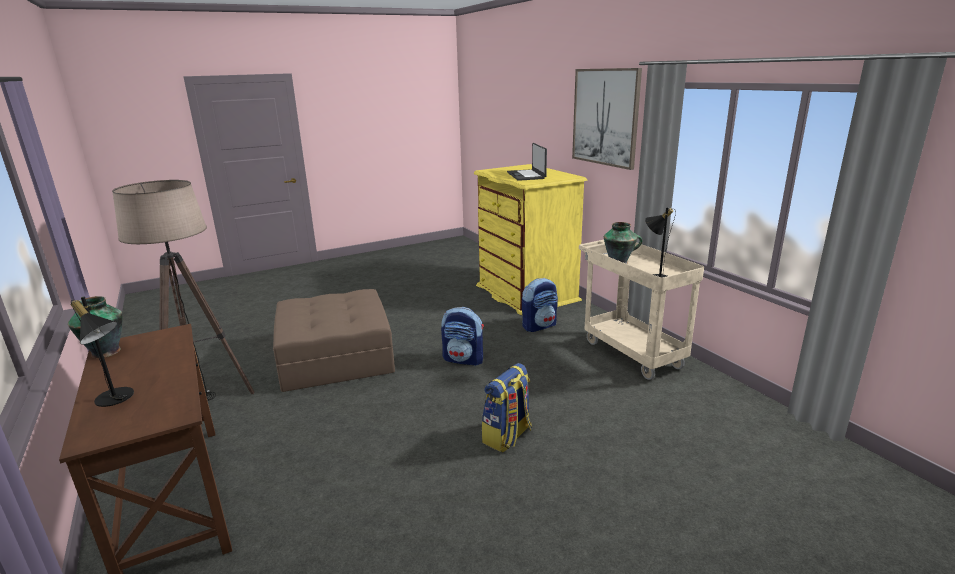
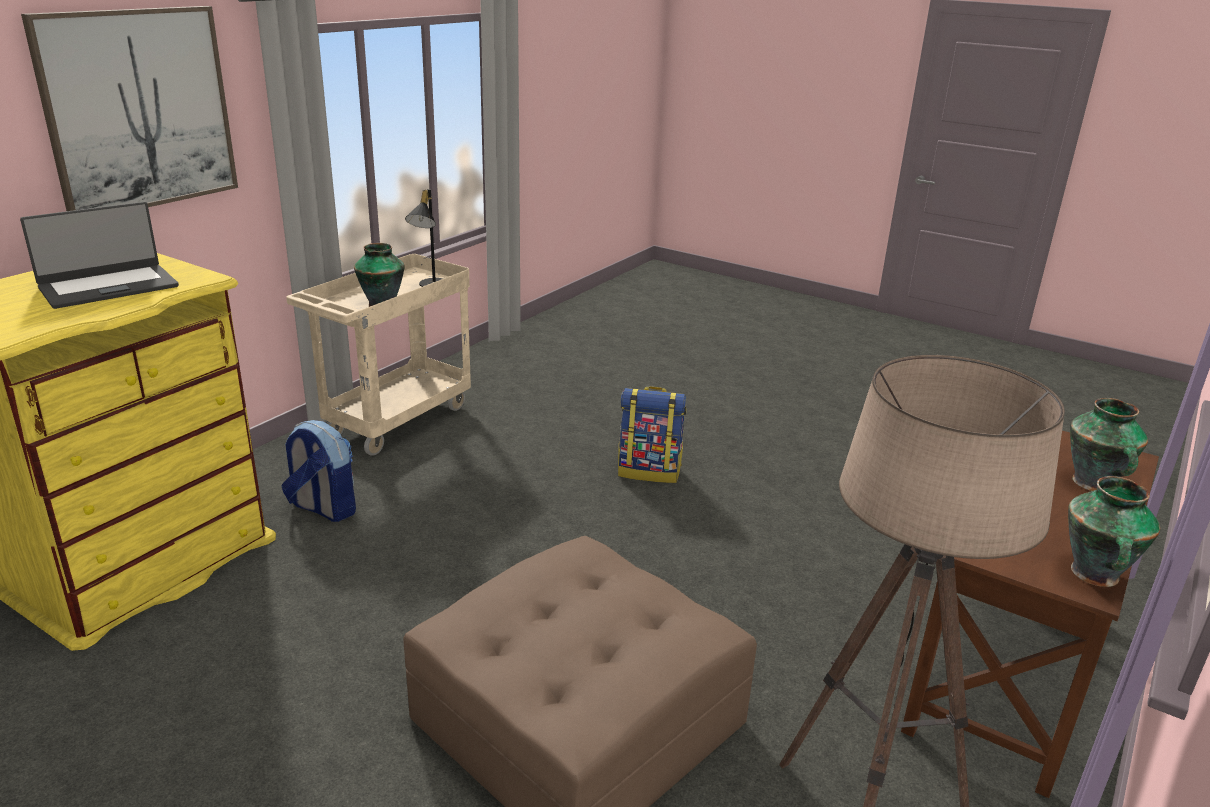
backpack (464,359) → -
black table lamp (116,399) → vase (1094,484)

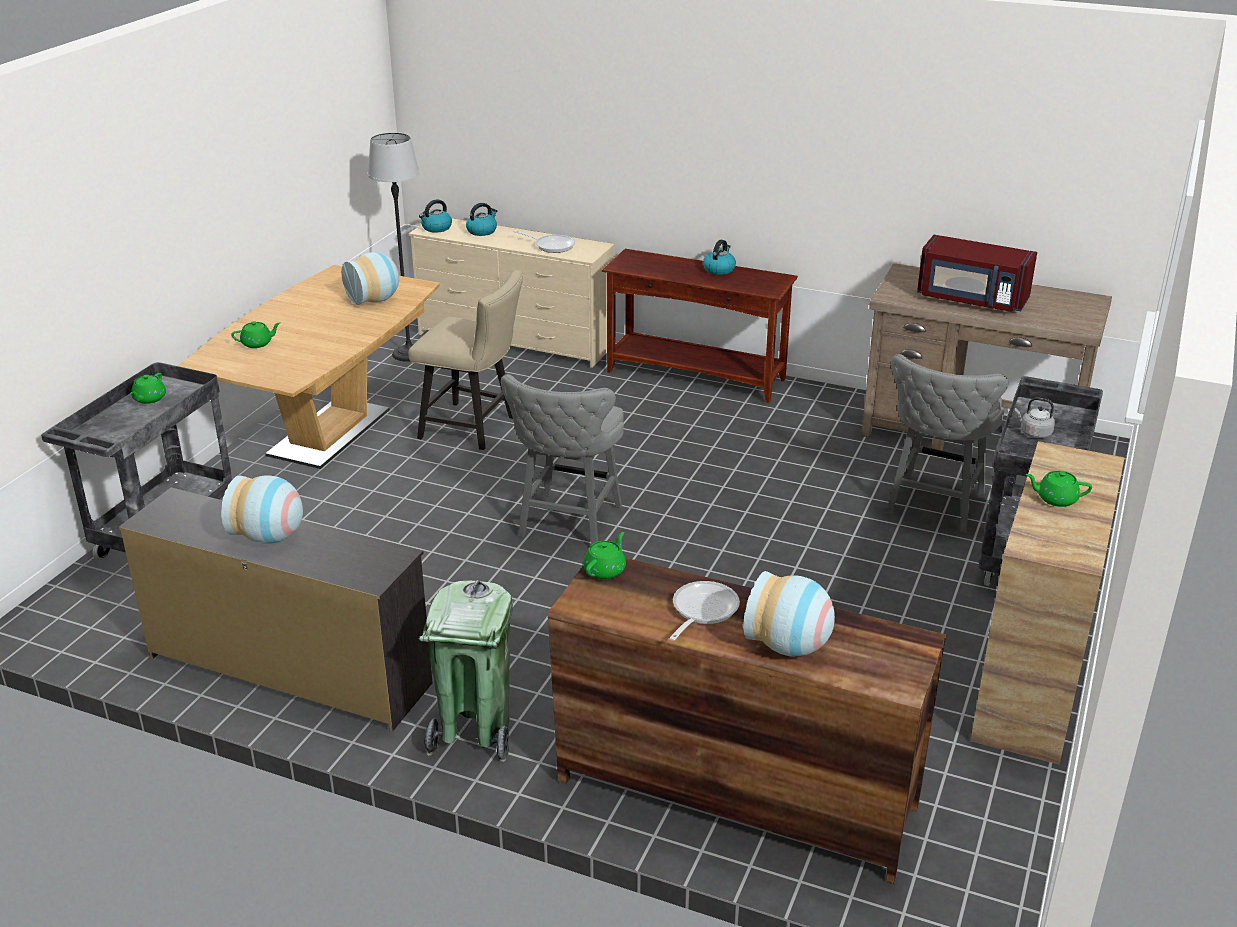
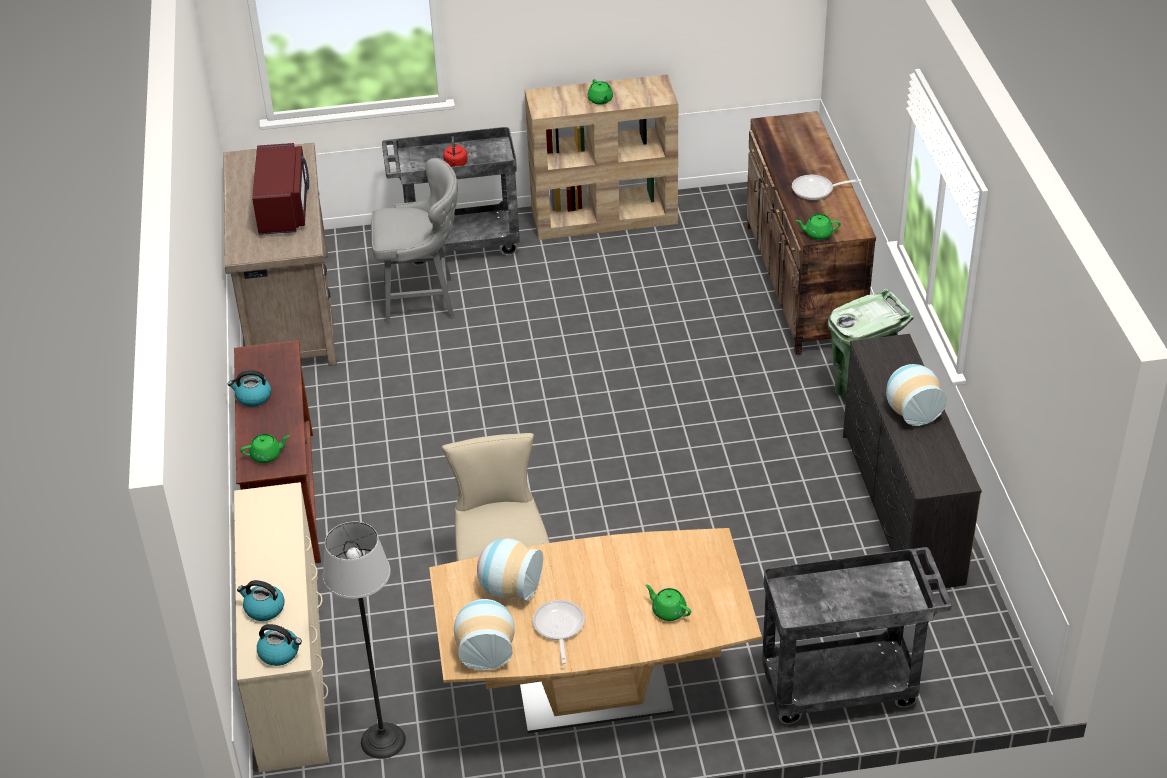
grey stool (568,524) → -
green teapot (149,399) → green teapot (266,455), move
frying pan (551,246) → frying pan (558,628), move
vase (789,646) → vase (486,650), move
grey kettle (1033,433) → red kettle (456,164)

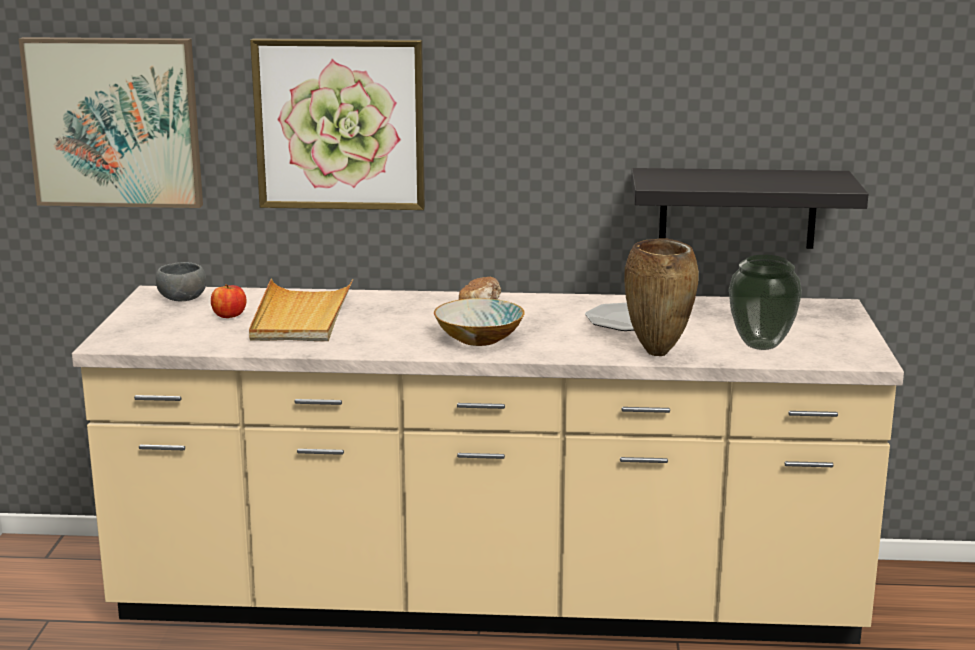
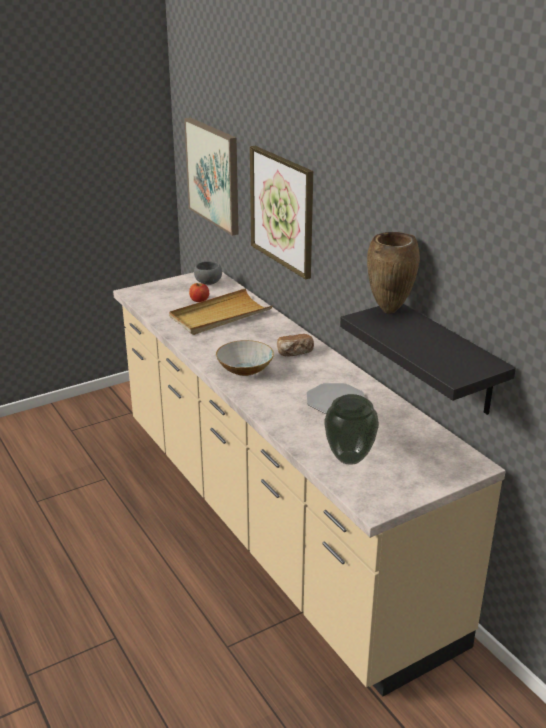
brown vase (659,353) → brown vase (389,311), move

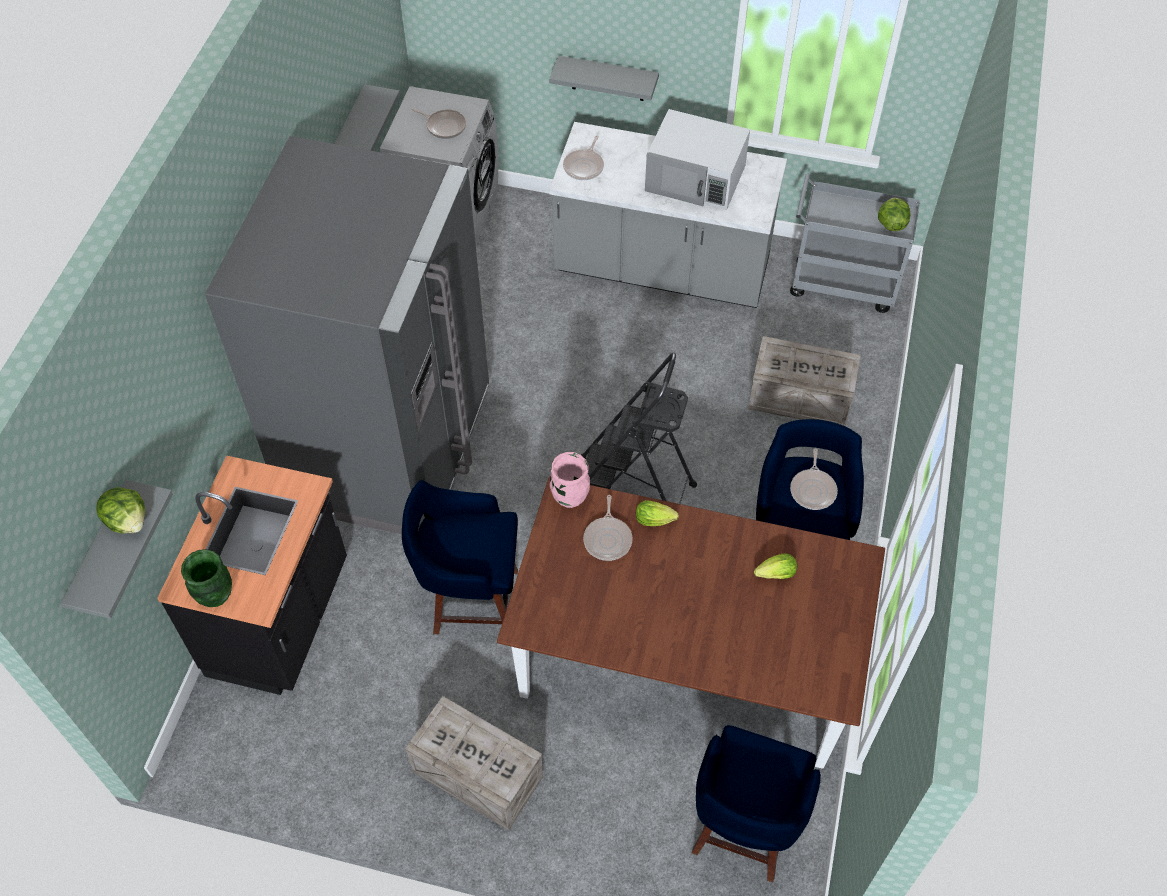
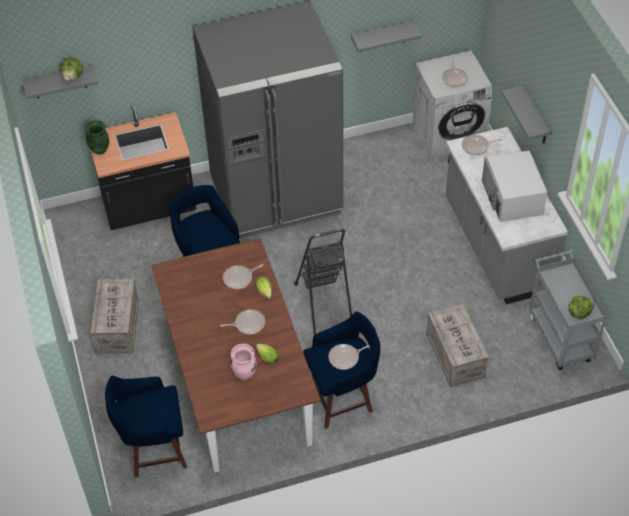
- → frying pan (248,324)
pink vase (569,497) → pink vase (245,373), move

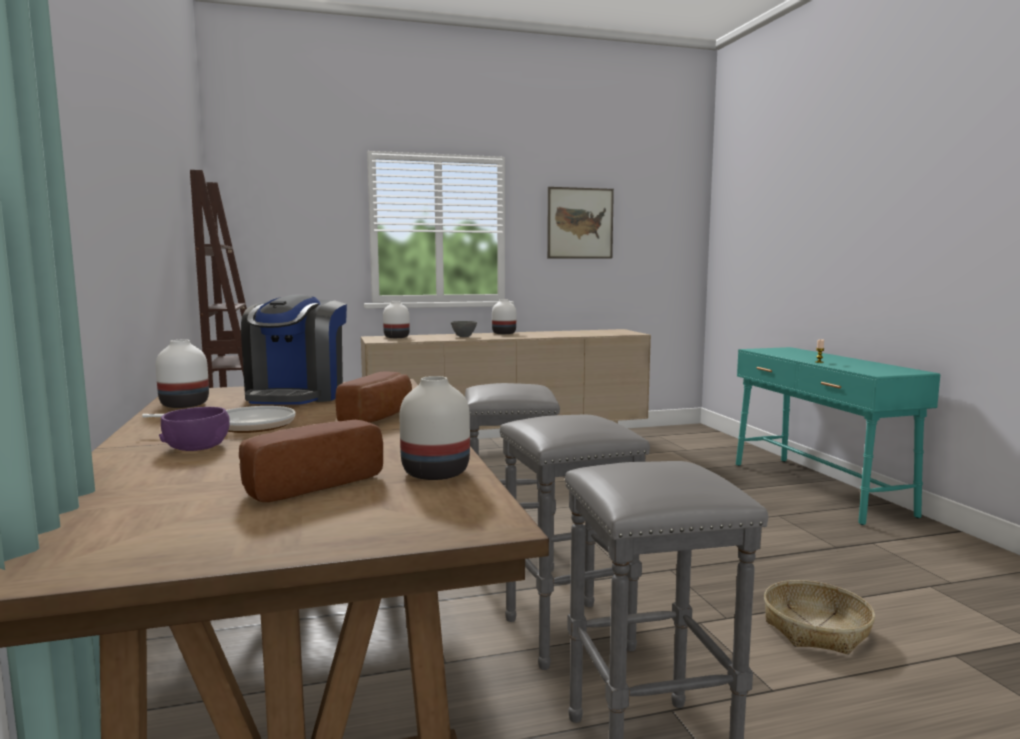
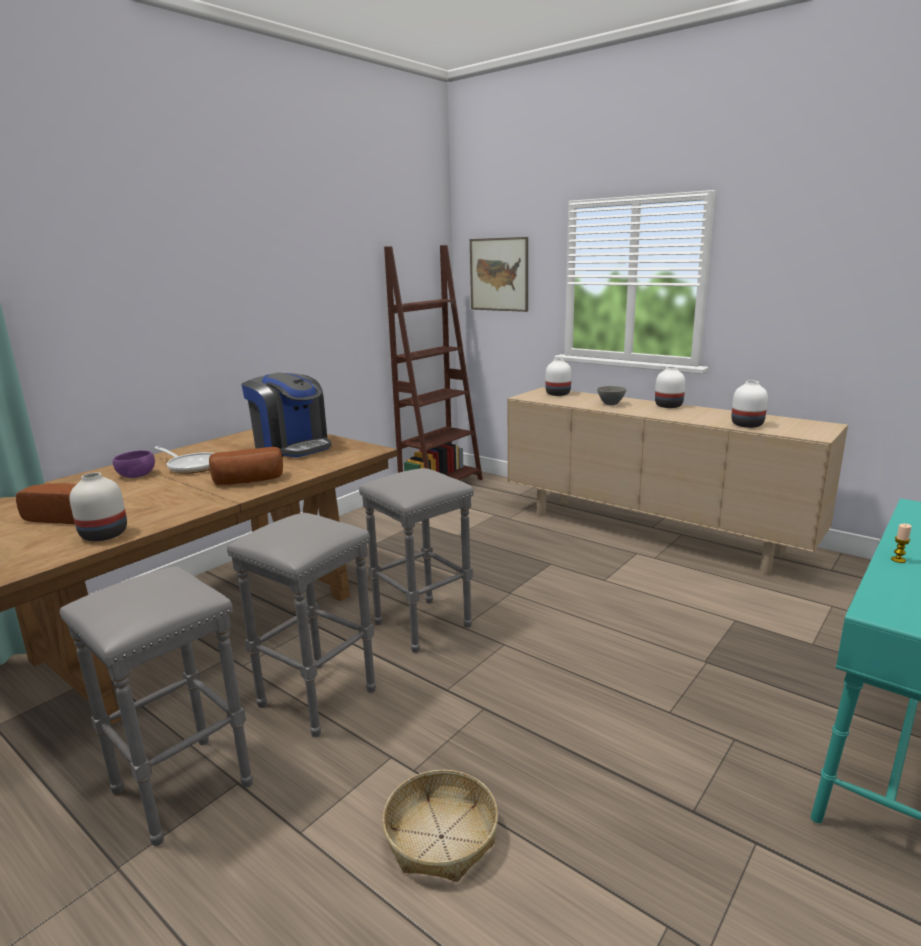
white vase (185,404) → white vase (747,424), move
picture (580,223) → picture (499,274), move
coffee machine (297,395) → coffee machine (292,447), 105 degrees counterclockwise

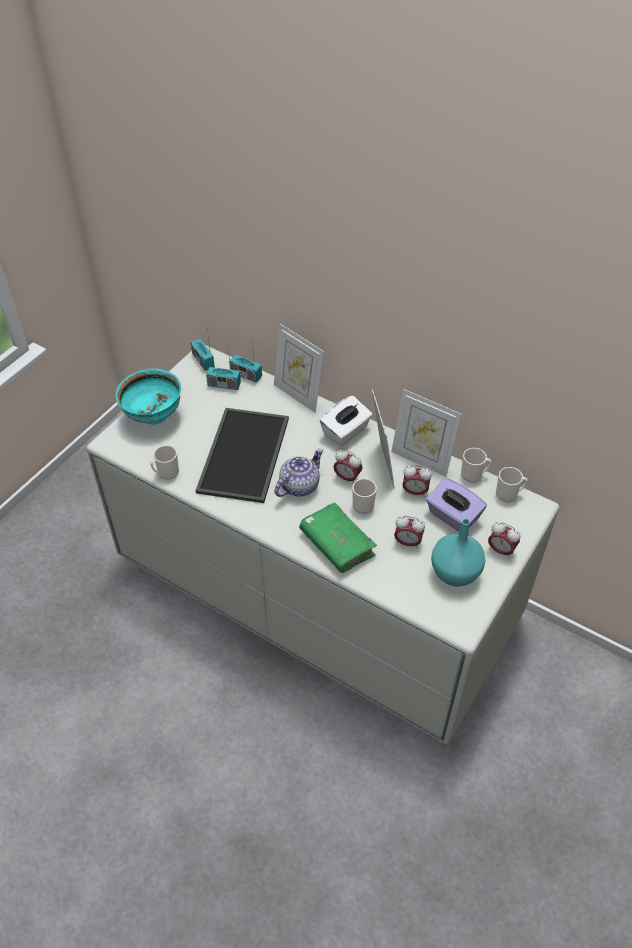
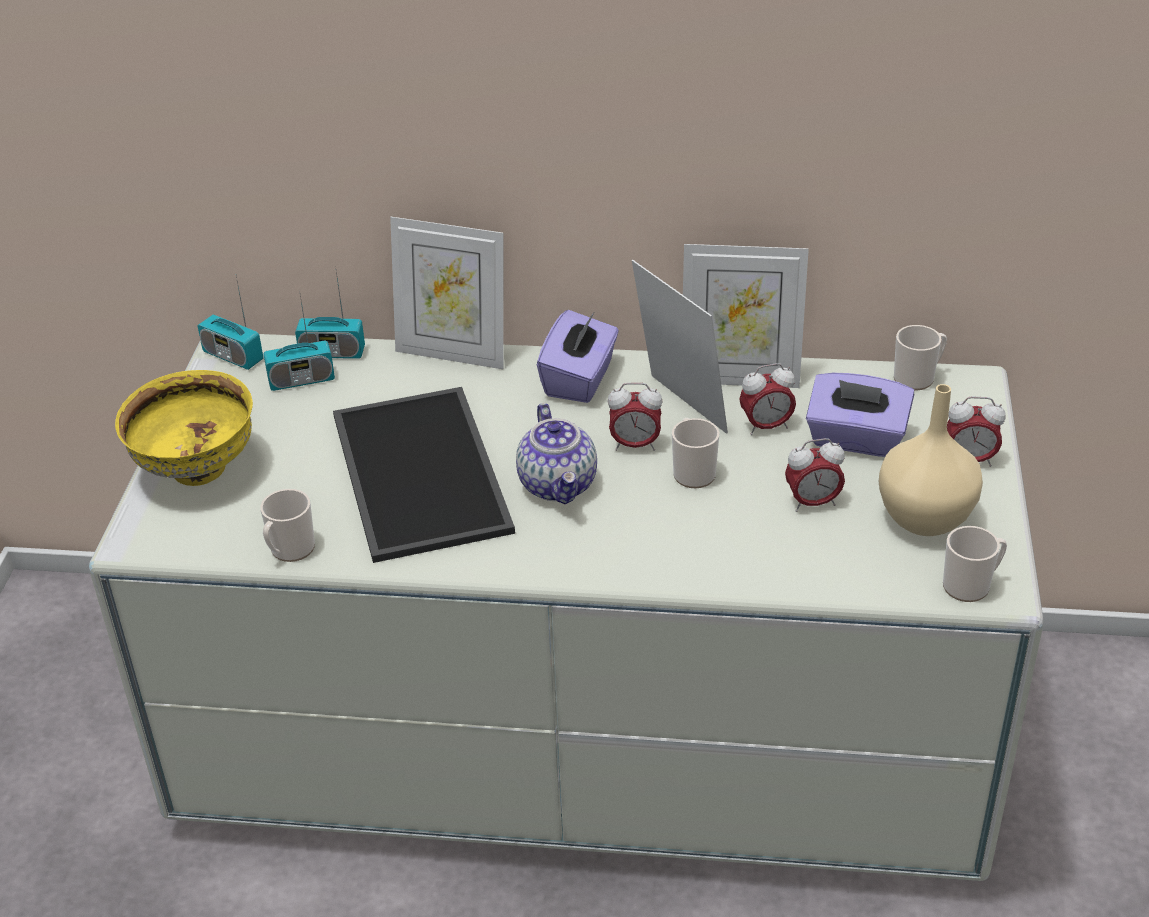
green book (337,544) → -
mug (474,474) → mug (971,585), move
turquoise bowl (154,417) → yellow bowl (199,471)
white tissue box (346,432) → purple tissue box (580,379)
turquoise vase (454,573) → beige vase (923,519)
teapot (299,485) → teapot (559,485), 150 degrees clockwise

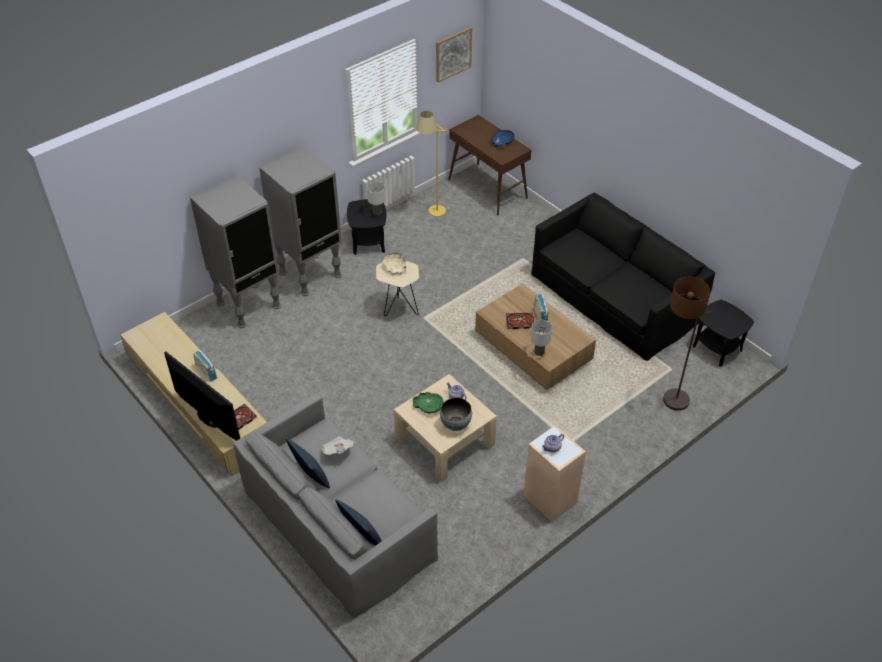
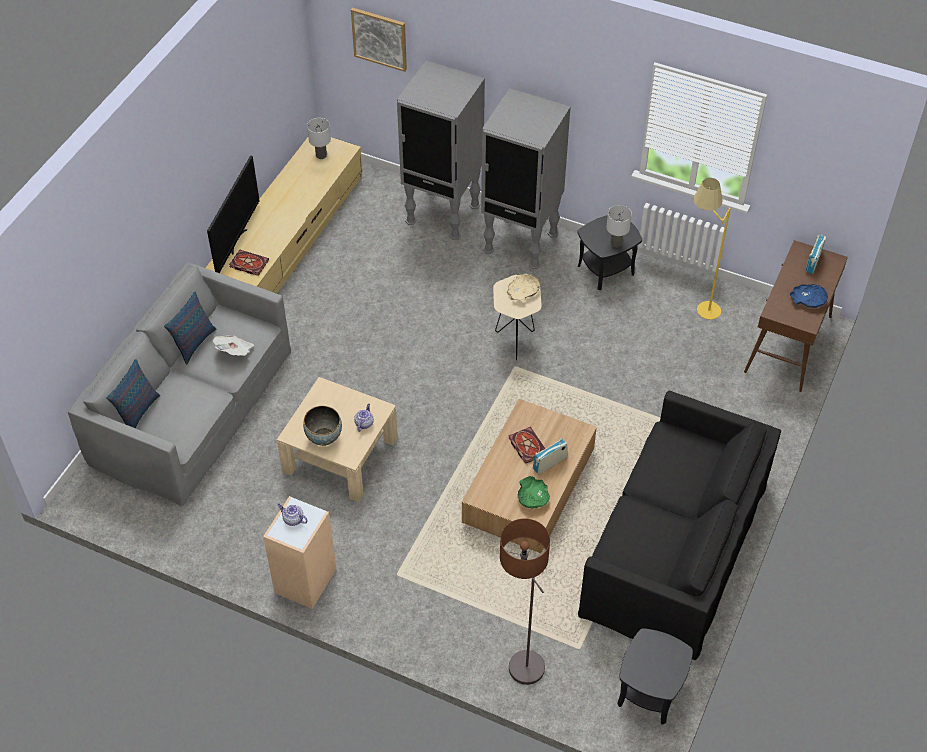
radio (206,372) → radio (813,262), move
green bowl (428,406) → green bowl (532,497), move
picture (453,54) → picture (380,38), move
white table lamp (539,352) → white table lamp (322,156), move

